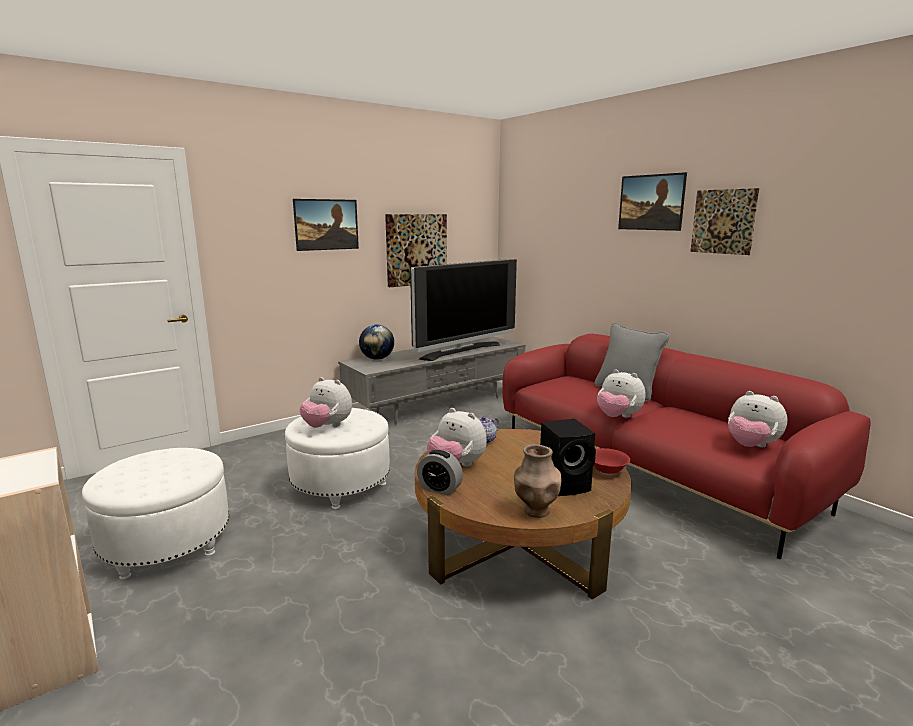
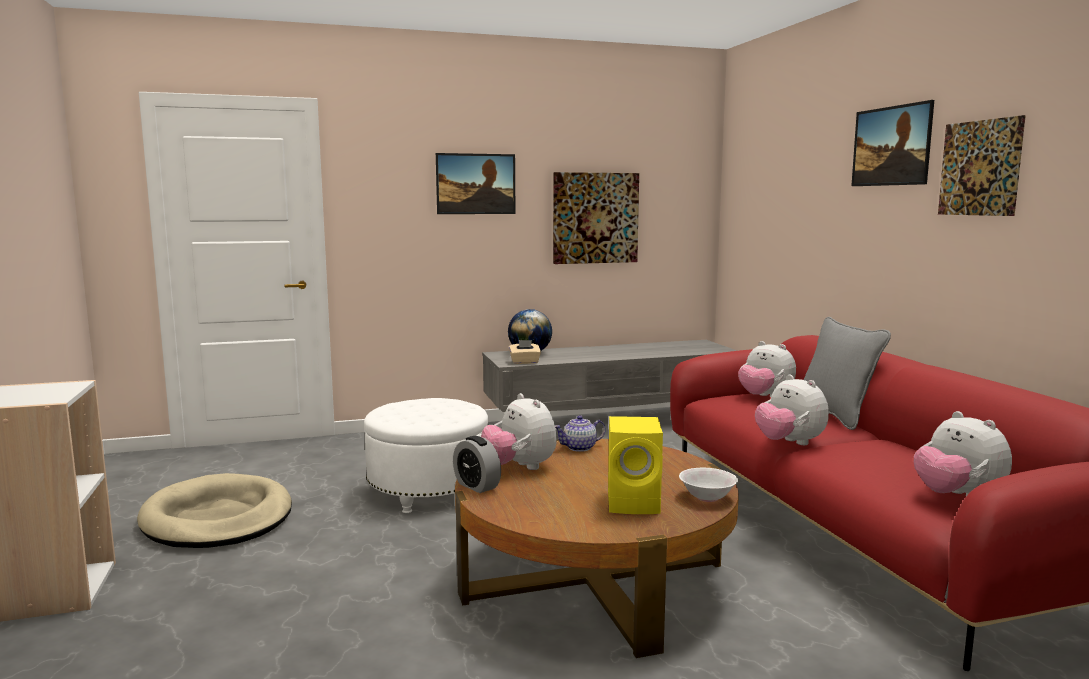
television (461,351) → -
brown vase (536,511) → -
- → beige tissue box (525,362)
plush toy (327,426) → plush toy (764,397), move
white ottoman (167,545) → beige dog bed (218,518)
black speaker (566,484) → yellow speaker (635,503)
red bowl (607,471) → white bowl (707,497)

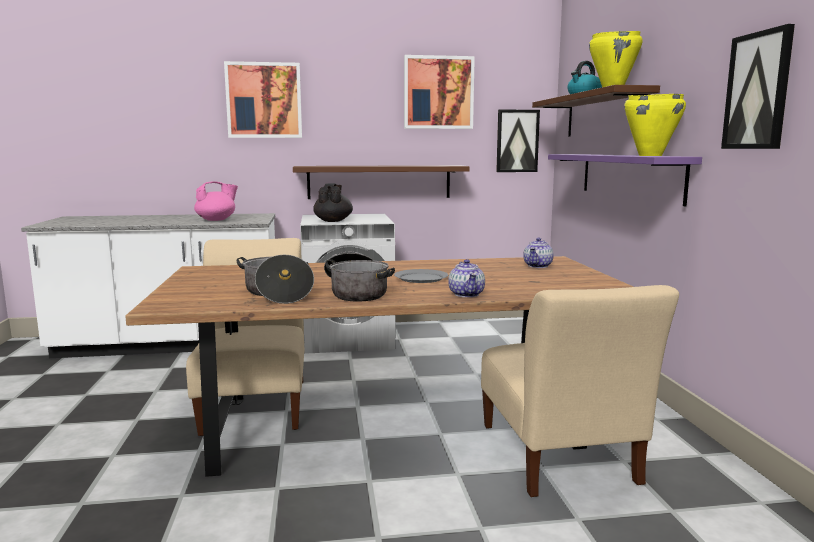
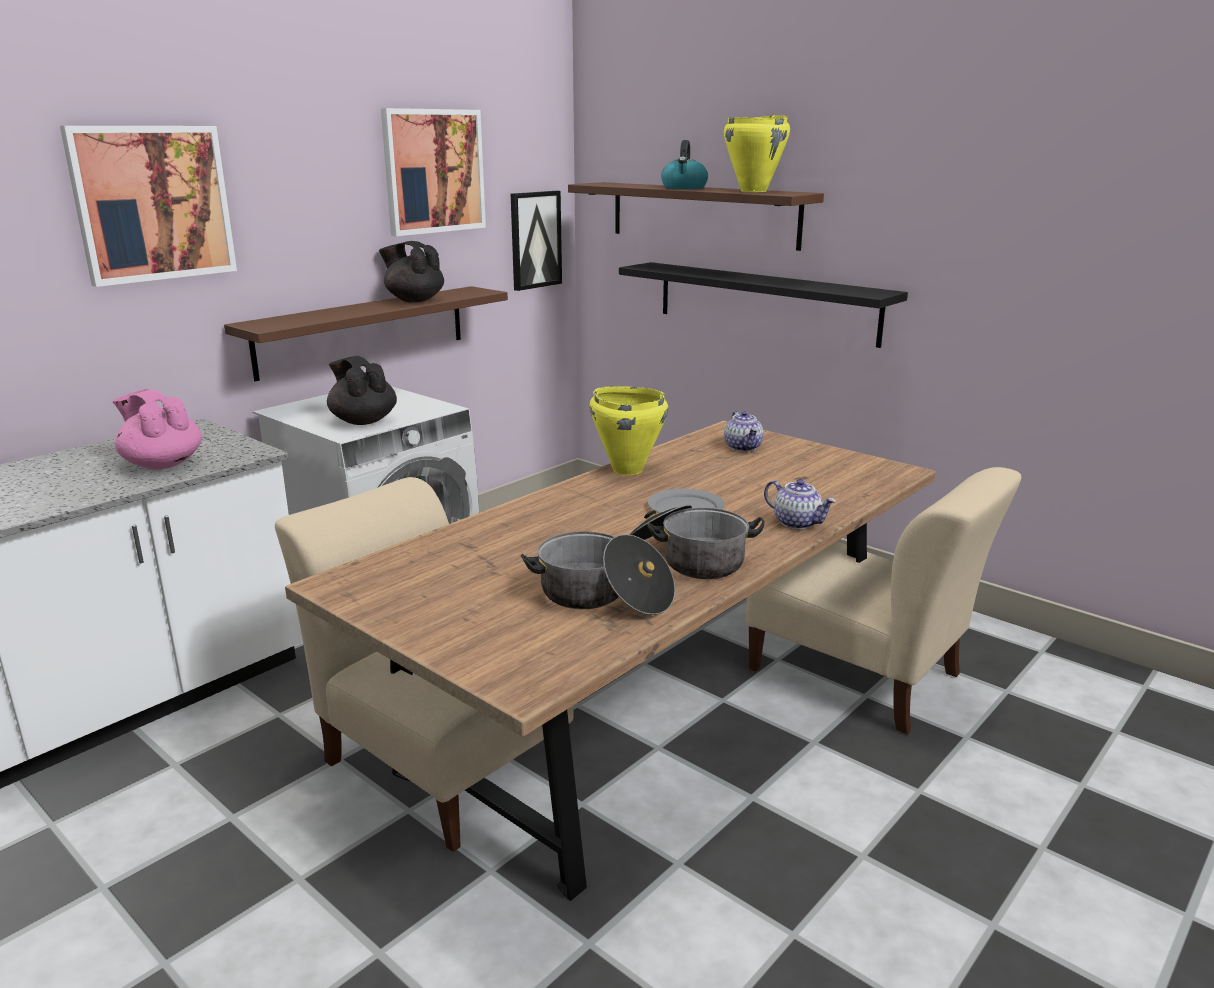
picture (758,91) → -
- → black teapot (414,300)
yellow cooking pot (650,155) → yellow cooking pot (627,470), move
purple shelf (629,176) → black shelf (765,302)
pink teapot (216,220) → pink teapot (162,464), 75 degrees counterclockwise

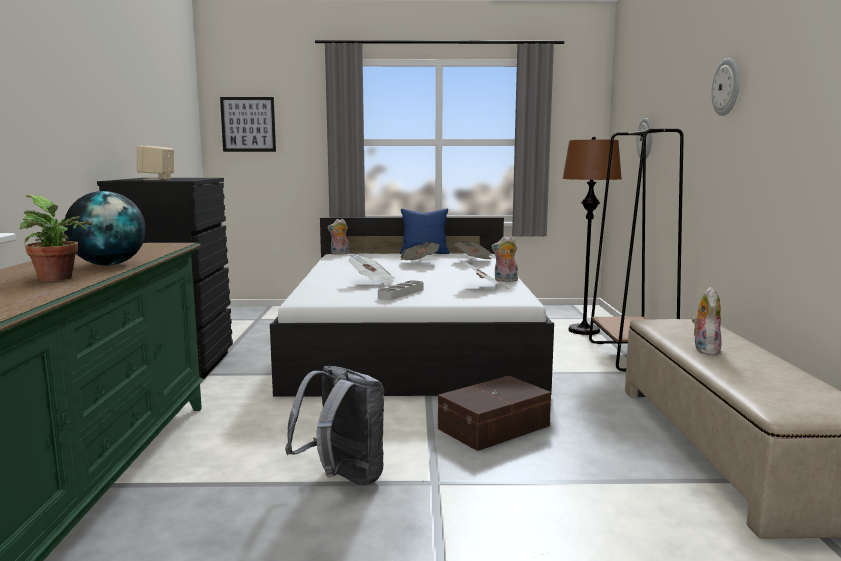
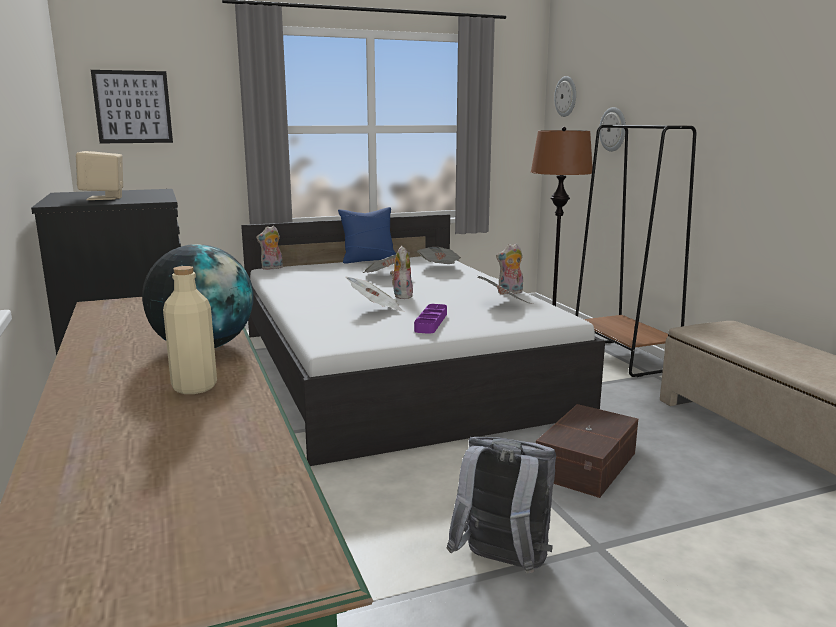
plush toy (704,350) → plush toy (401,296), move
wall clock (727,87) → wall clock (566,96), move
potted plant (58,279) → beige bottle (194,387)
grey tray (401,293) → purple tray (431,322)

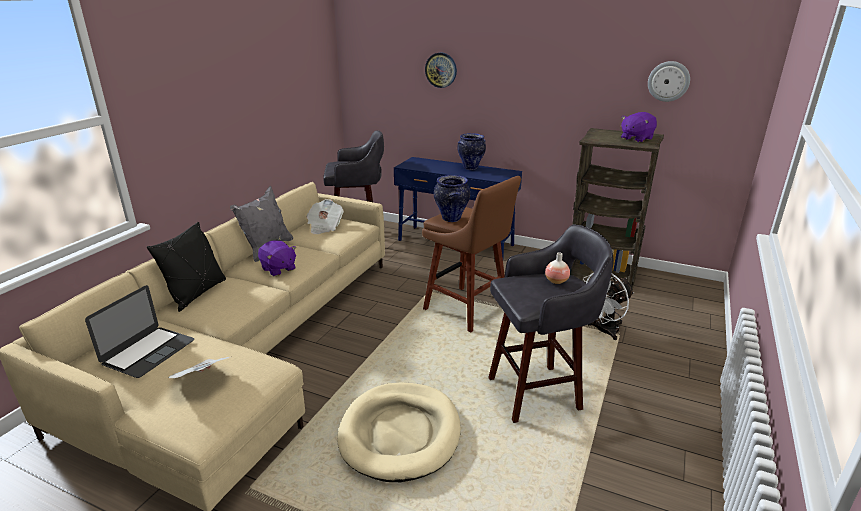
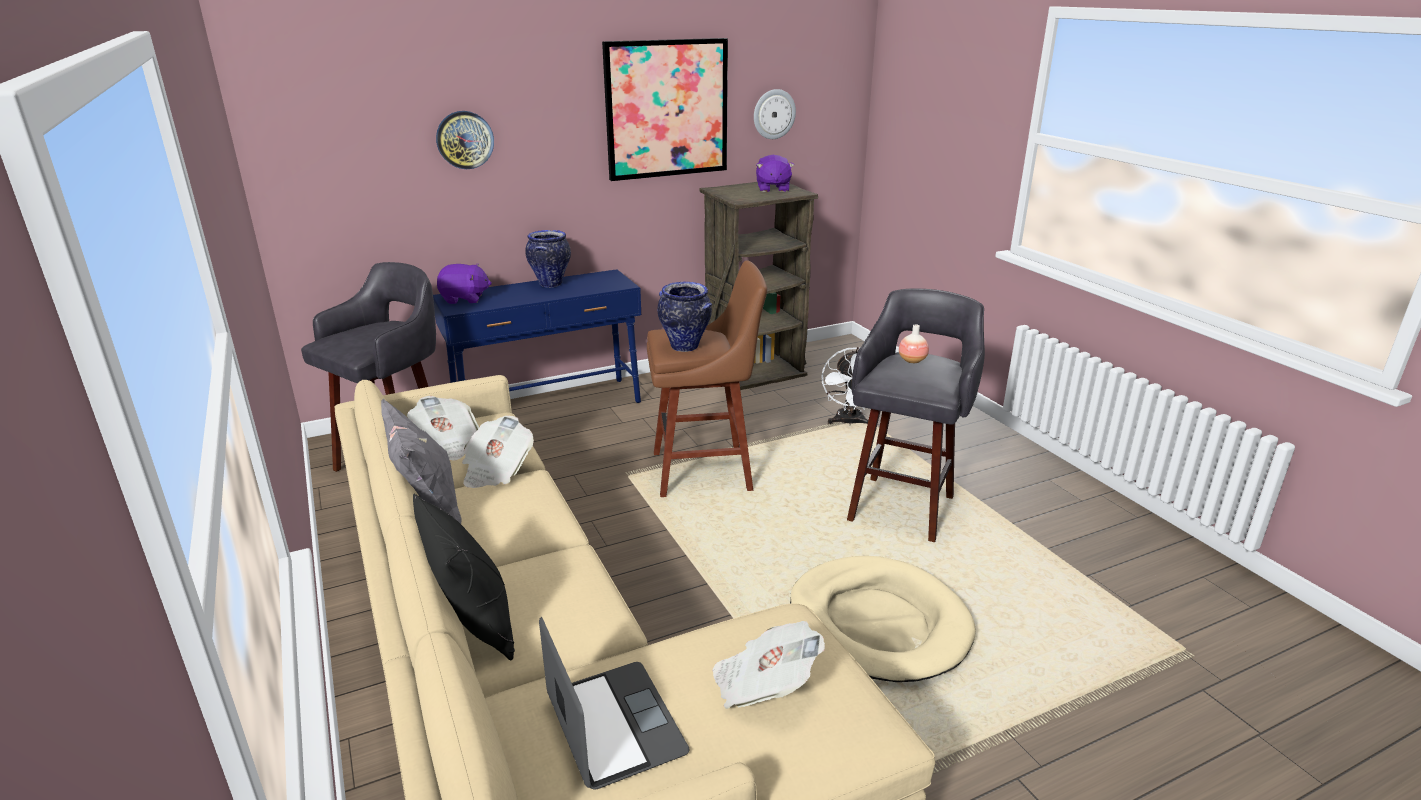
- → newspaper (496,470)
- → picture (667,109)
purple plush toy (278,269) → purple plush toy (464,299), move

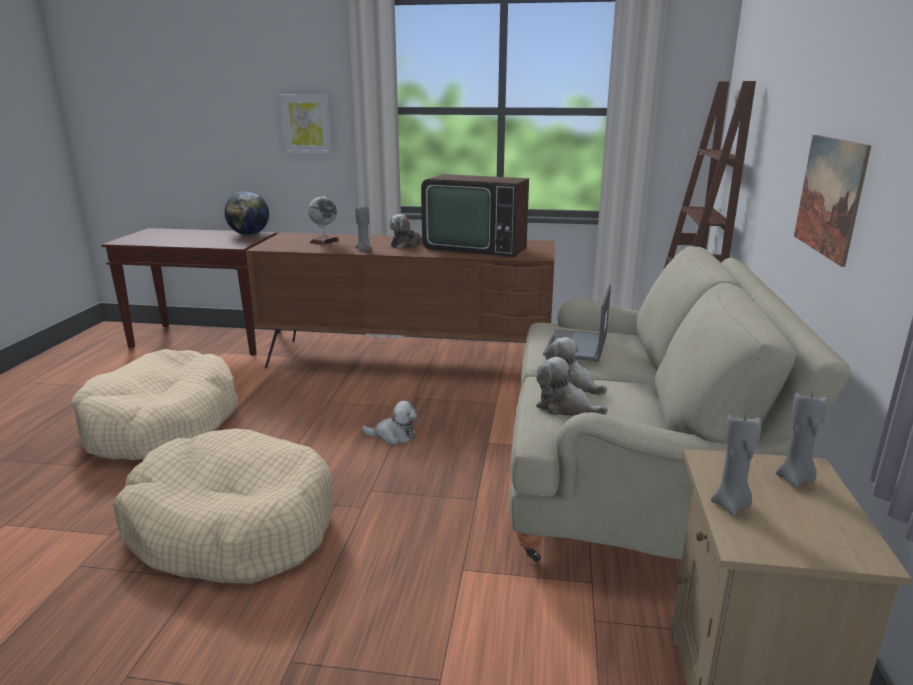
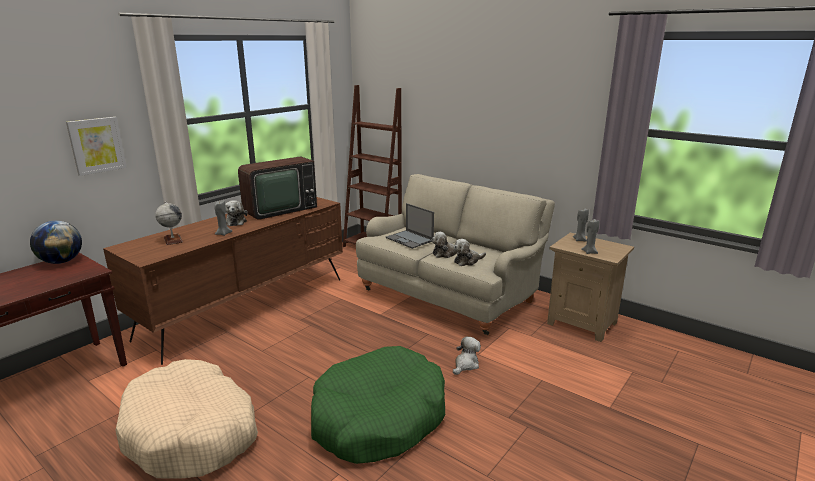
picture (829,196) → -
plush toy (393,435) → plush toy (465,364), move
beige dog bed (232,526) → green dog bed (378,418)

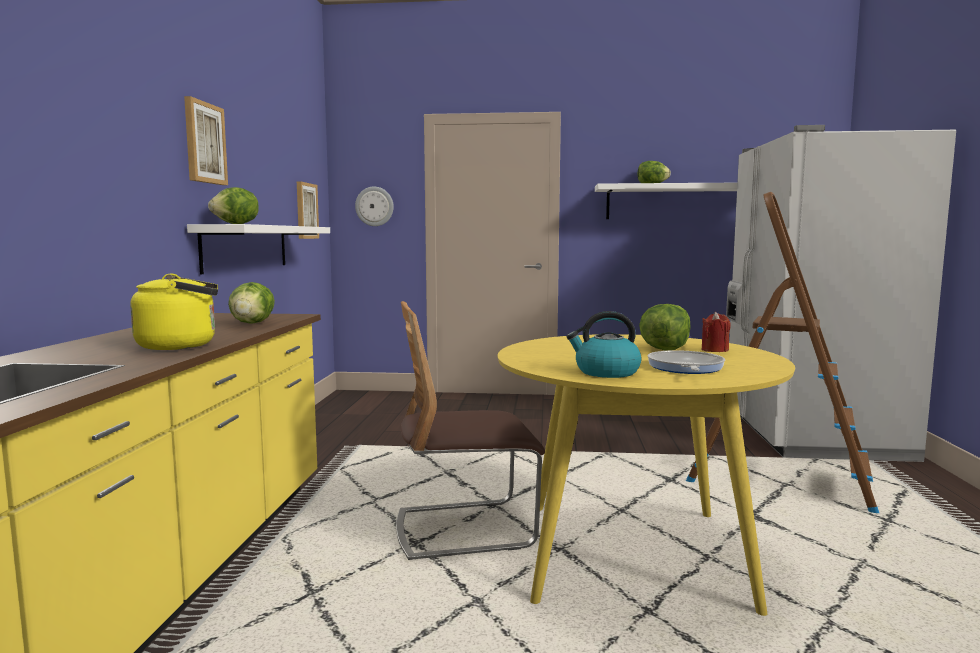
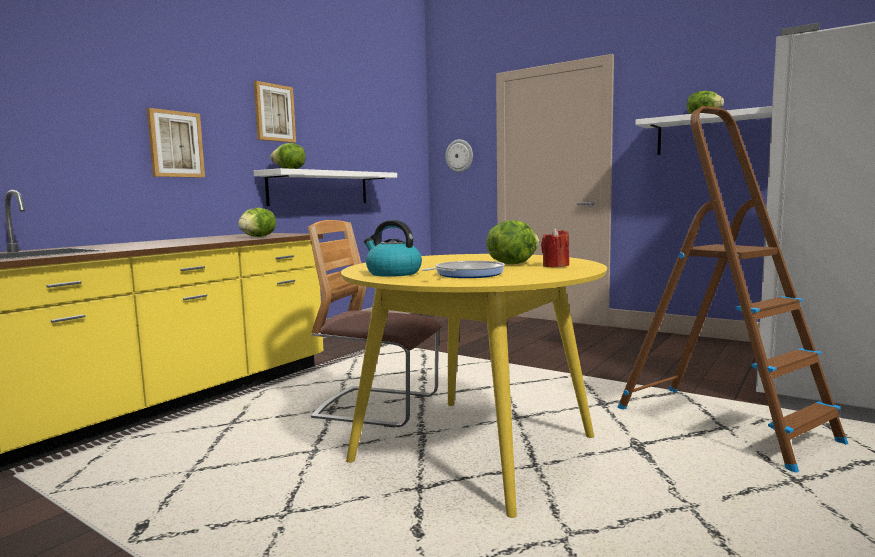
yellow kettle (182,345) → -
picture (306,211) → picture (175,144), move

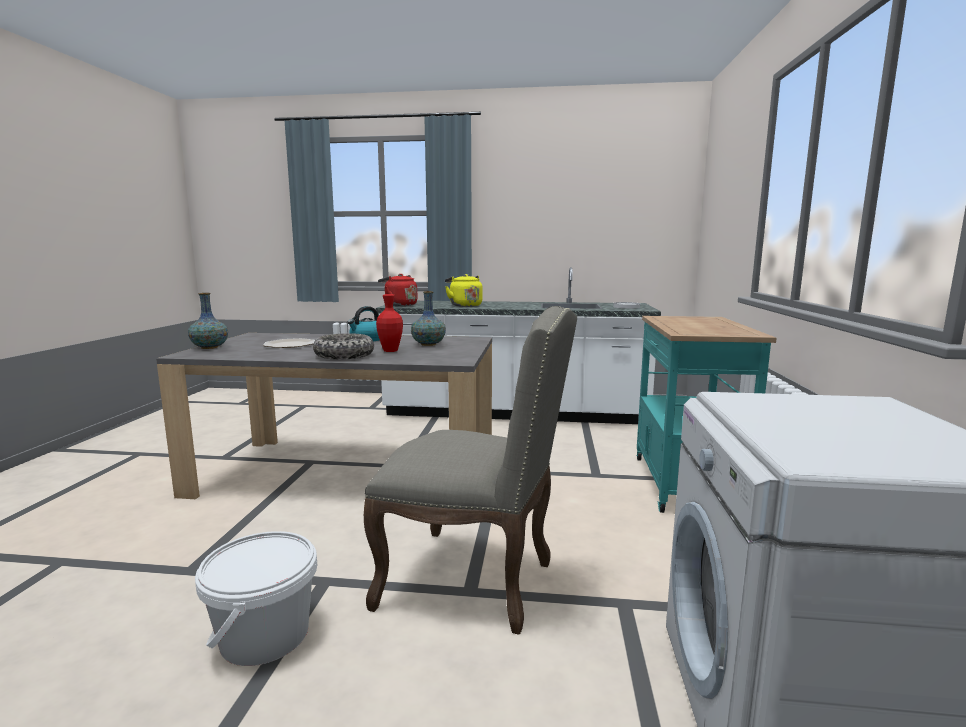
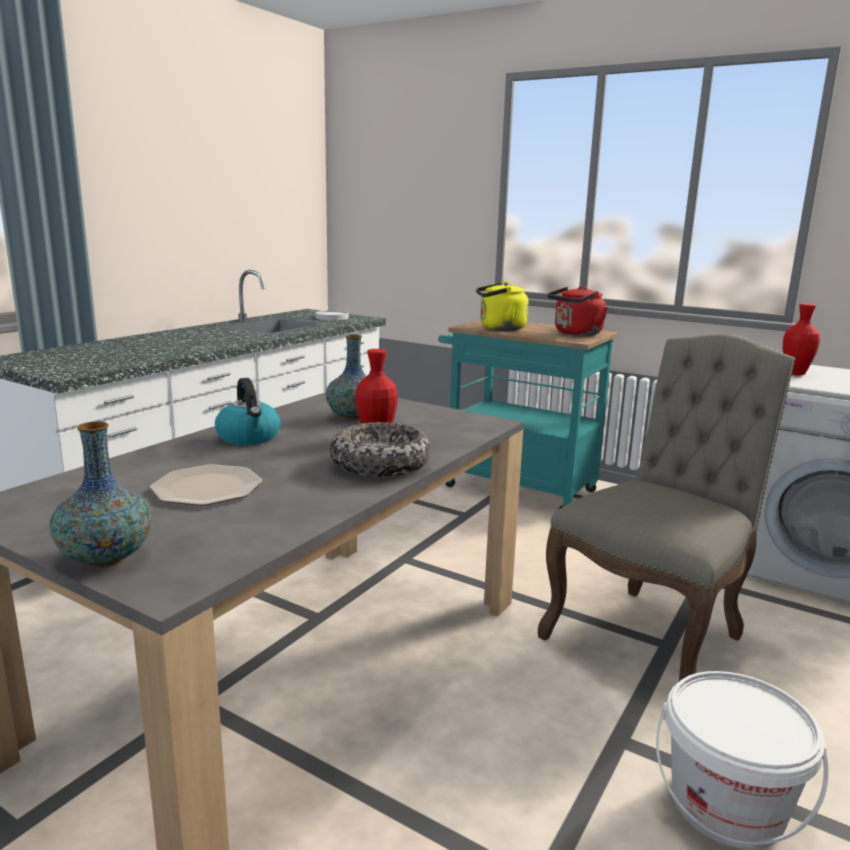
- → red vase (795,374)
red kettle (399,305) → red kettle (576,334), move
yellow kettle (464,305) → yellow kettle (499,328), move

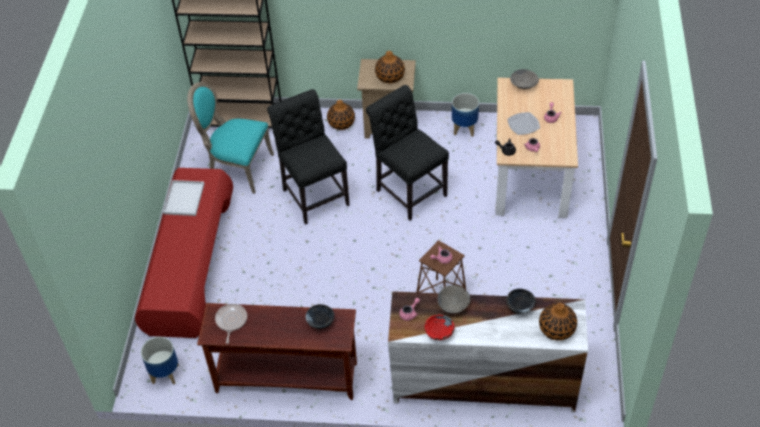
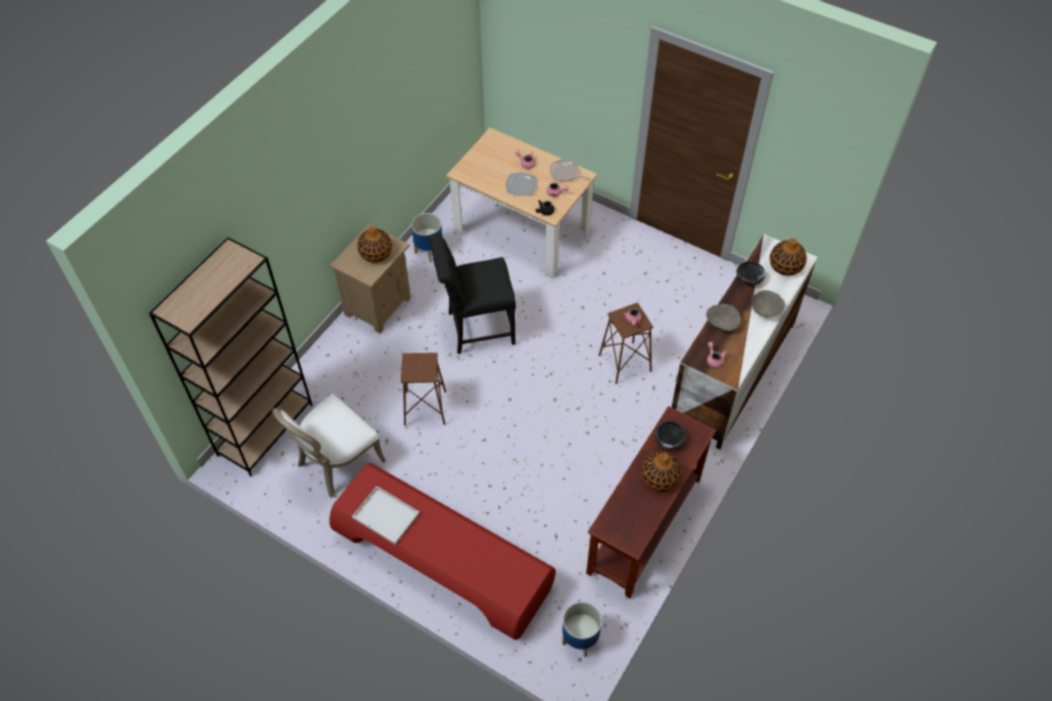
red bowl (439,333) → -
frying pan (231,321) → frying pan (565,173), move
vase (341,123) → vase (660,477), move
grey bowl (524,85) → grey bowl (765,310), move
black chair (314,194) → brown stool (425,408)
turquoise chair (237,168) → white chair (336,463)

